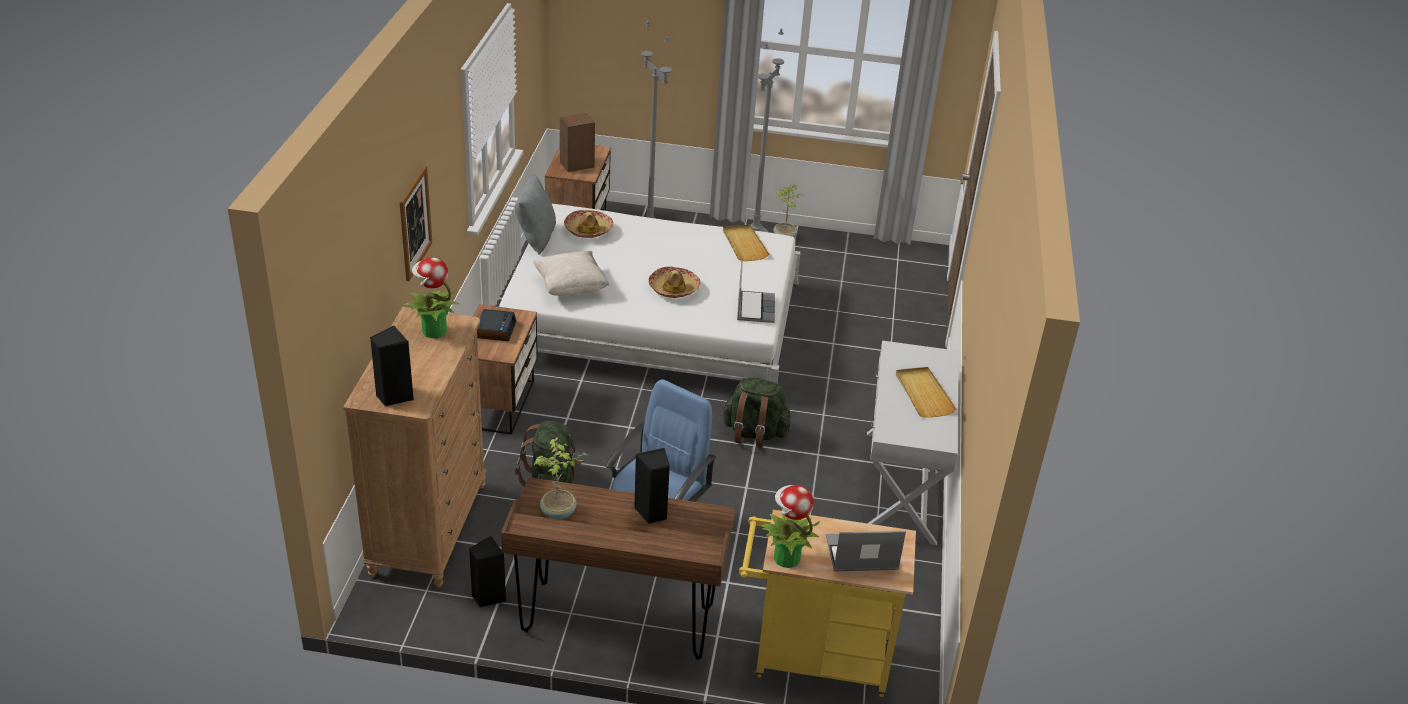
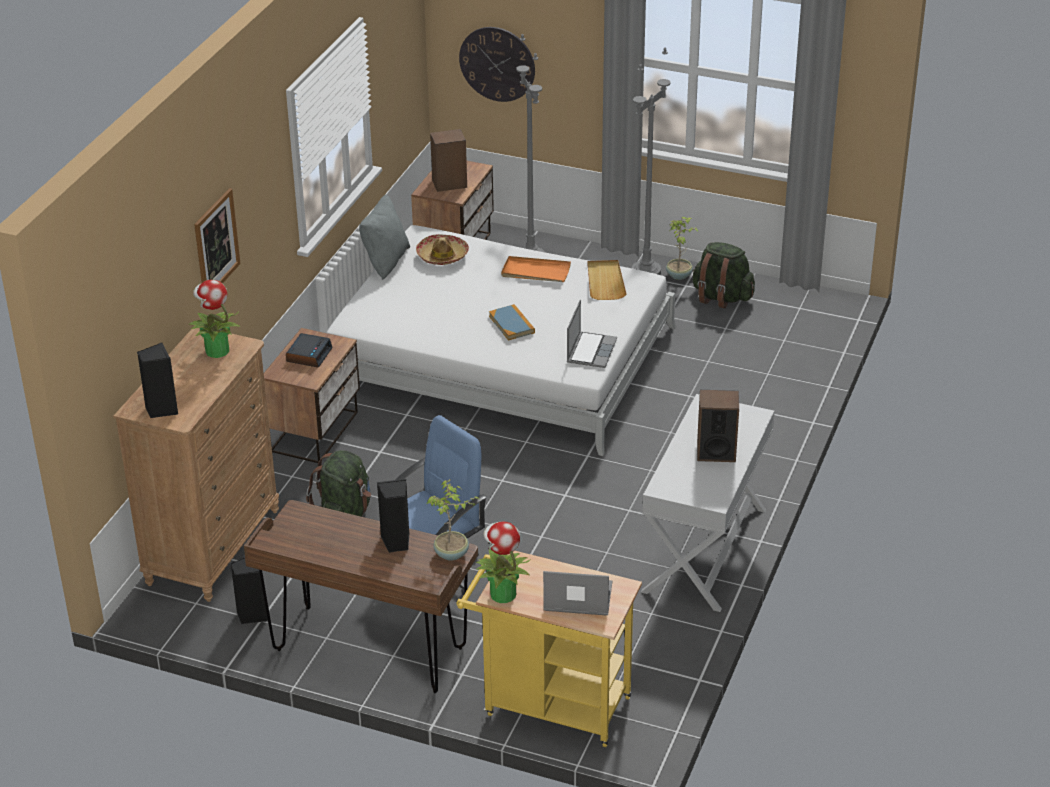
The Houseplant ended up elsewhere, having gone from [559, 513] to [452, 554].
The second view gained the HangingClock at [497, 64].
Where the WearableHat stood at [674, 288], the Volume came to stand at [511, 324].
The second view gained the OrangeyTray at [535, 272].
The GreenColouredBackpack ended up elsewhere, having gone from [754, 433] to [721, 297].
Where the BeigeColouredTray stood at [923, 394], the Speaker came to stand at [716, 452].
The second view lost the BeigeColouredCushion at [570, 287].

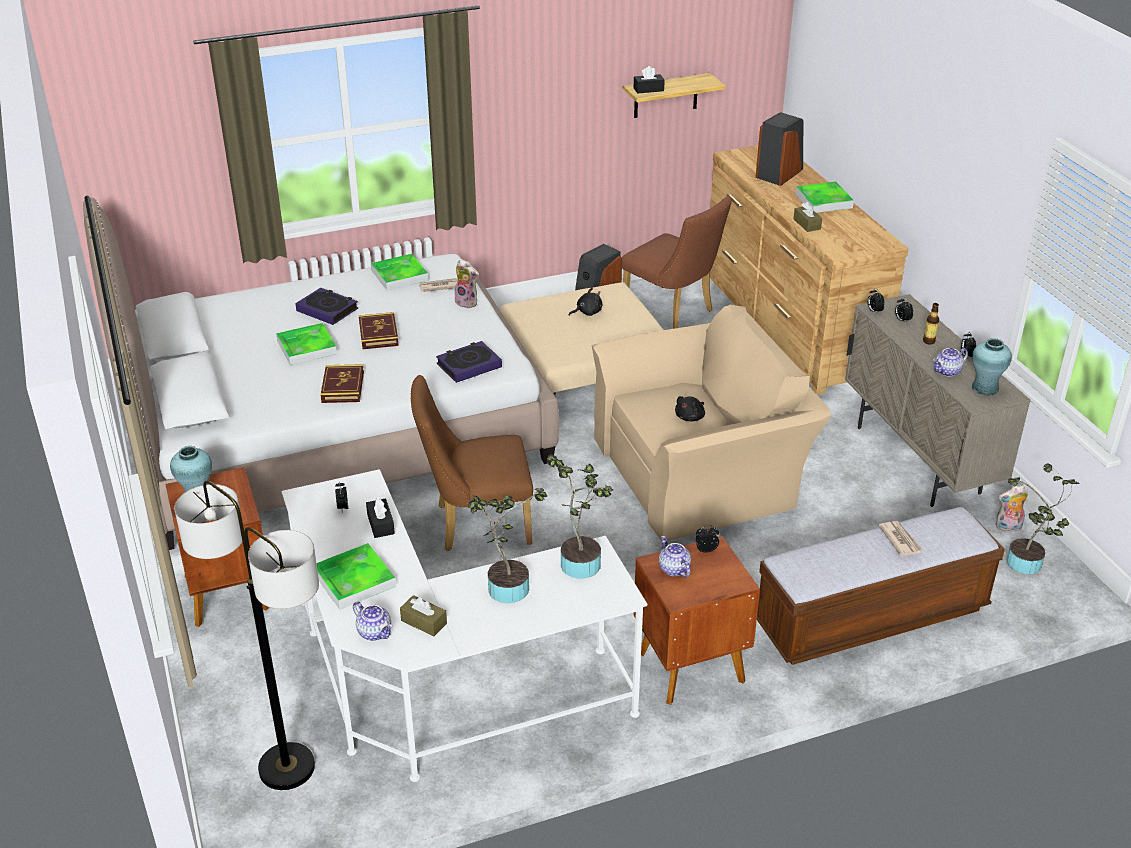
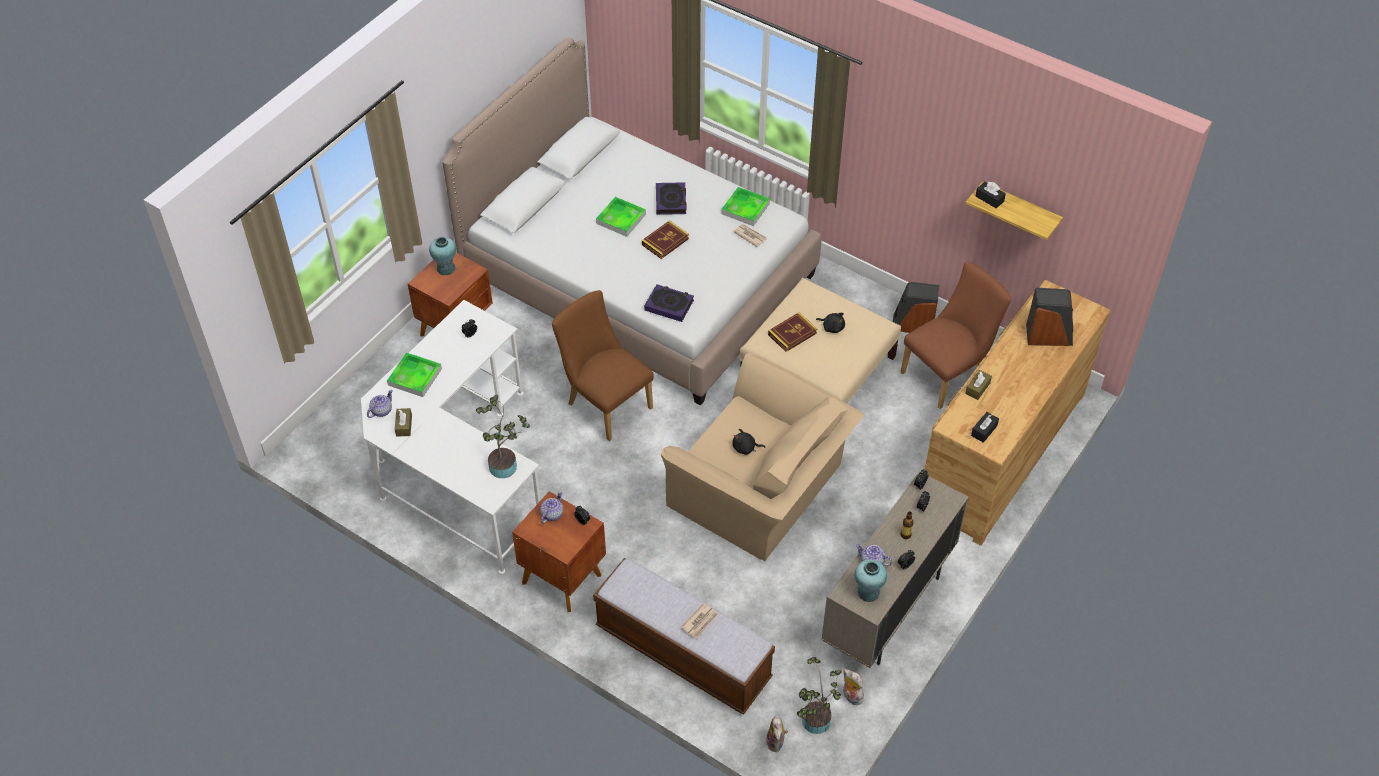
The Teapot at [375, 632] ended up facing another way, 150 degrees counterclockwise from before.
The CuddlyToy ended up elsewhere, having gone from [468, 302] to [776, 743].
The Volume ended up elsewhere, having gone from [343, 387] to [792, 334].
The BrownPlainChair at [673, 312] ended up facing another way, 135 degrees counterclockwise from before.
The BlackTissueHolder ended up elsewhere, having gone from [380, 524] to [984, 430].
The second view lost the StandingLamp at [287, 768].
The second view lost the Houseplant at [504, 586].
The second view lost the Tray at [823, 201].

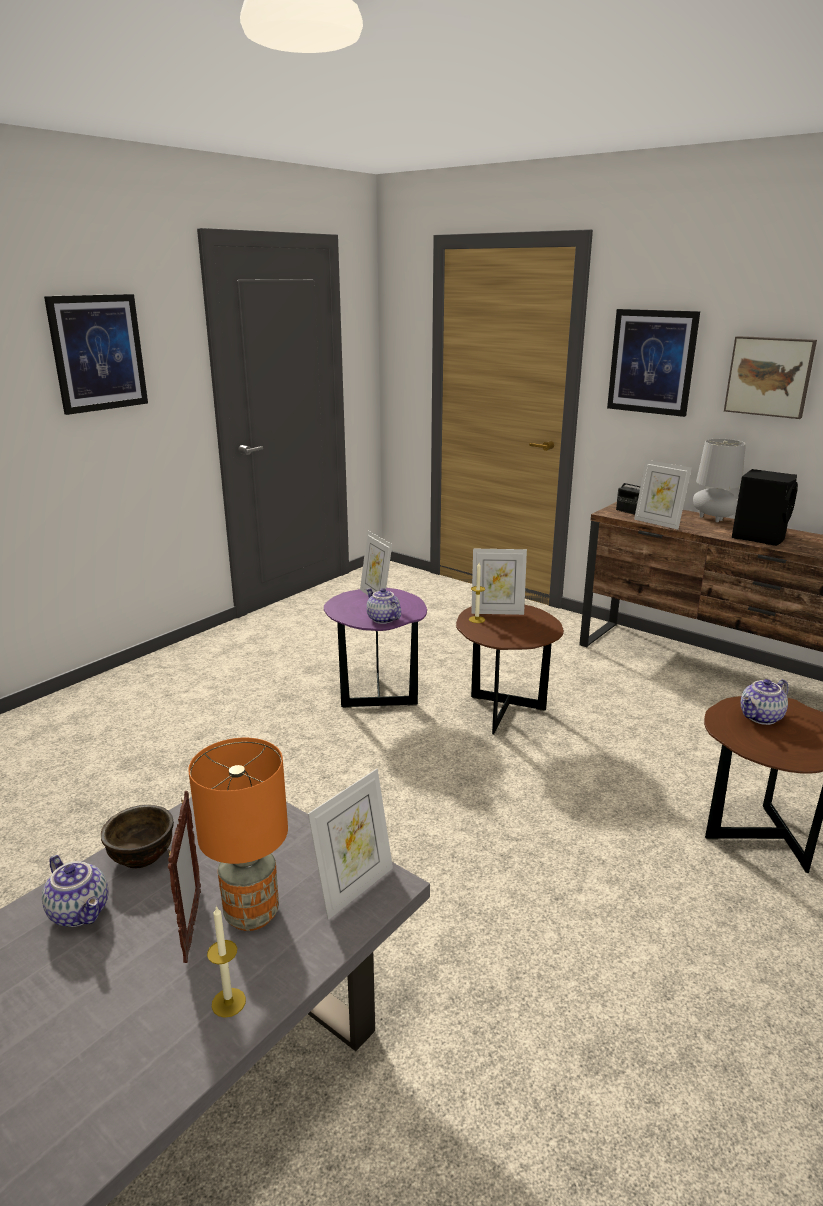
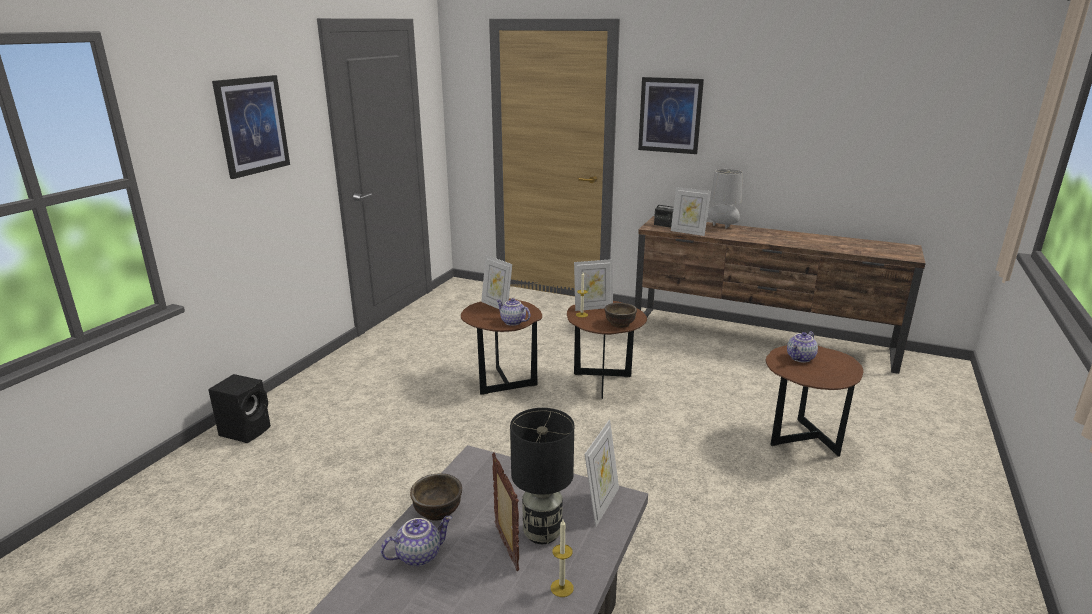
The BlackSpeaker ended up elsewhere, having gone from [759, 537] to [246, 430].
The Teapot at [81, 911] ended up facing another way, 60 degrees counterclockwise from before.
What was the PurpleEndTable at [377, 694] turned into the BrownEndTable at [503, 381].
What was the OrangeyTabletopLamp at [253, 914] turned into the BlackTabletopLamp at [543, 533].
The second view gained the BrownDeepDish at [620, 324].
The second view lost the WallArt at [769, 376].

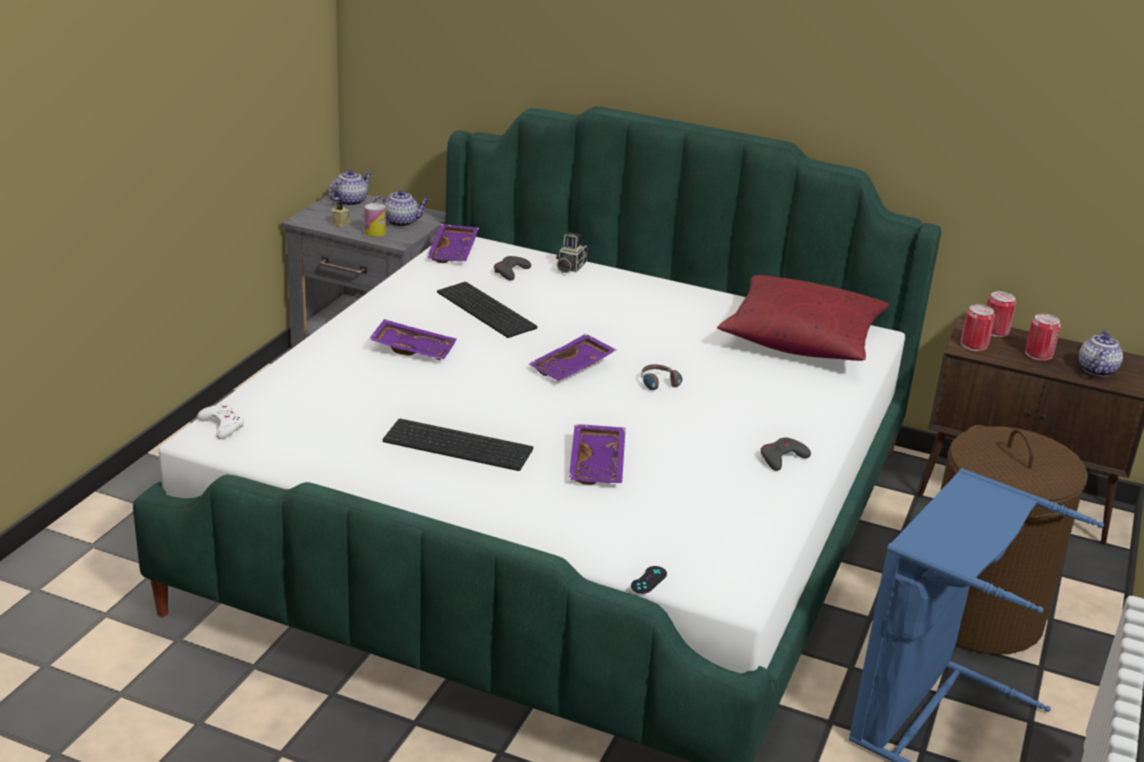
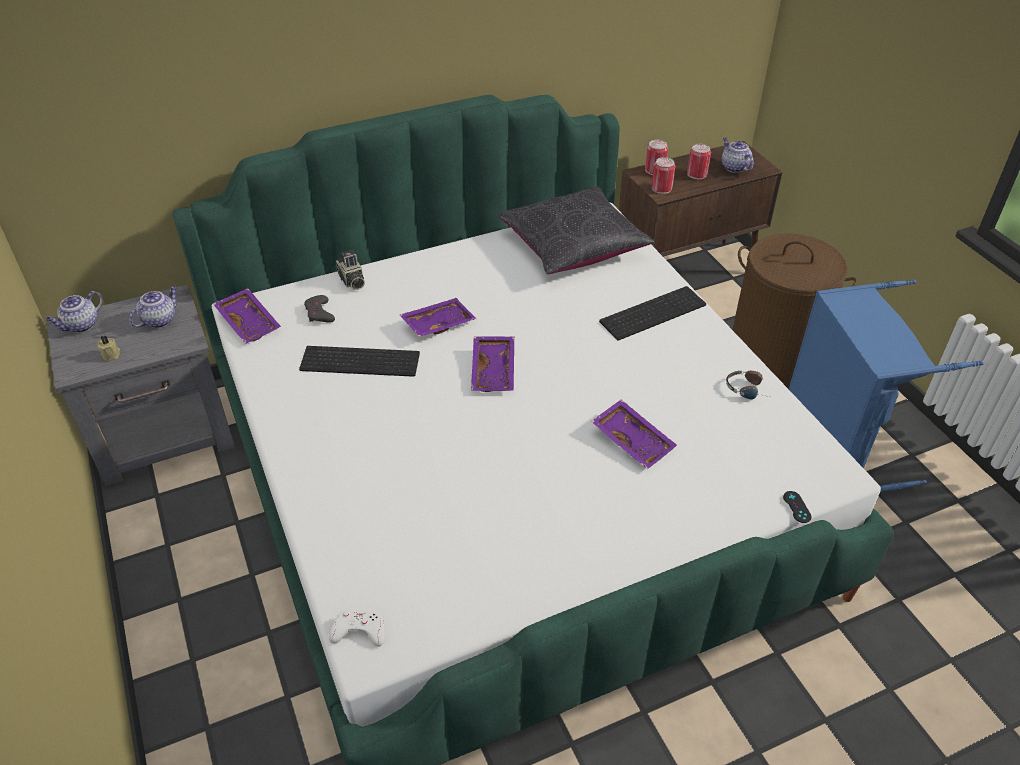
The Teapot at [350, 201] ended up facing another way, 135 degrees counterclockwise from before.
The PurpleTray ended up elsewhere, having gone from [413, 349] to [438, 323].
What was the ReddishCushion at [801, 339] turned into the BlackCushion at [573, 245].
The Keyboard ended up elsewhere, having gone from [460, 444] to [652, 311].
The Headset ended up elsewhere, having gone from [662, 386] to [750, 389].
The second view lost the SealedCan at [375, 232].
The second view lost the GreyGameController at [782, 458].

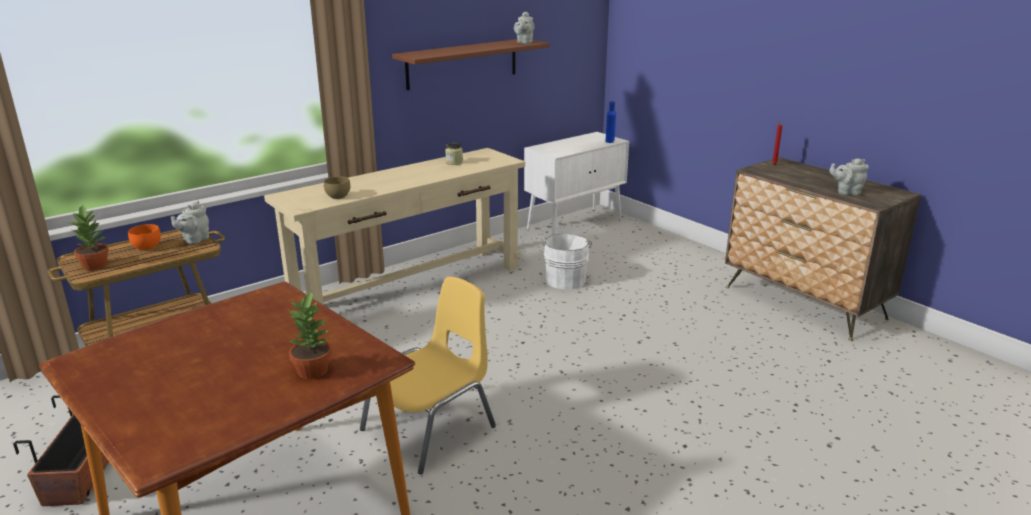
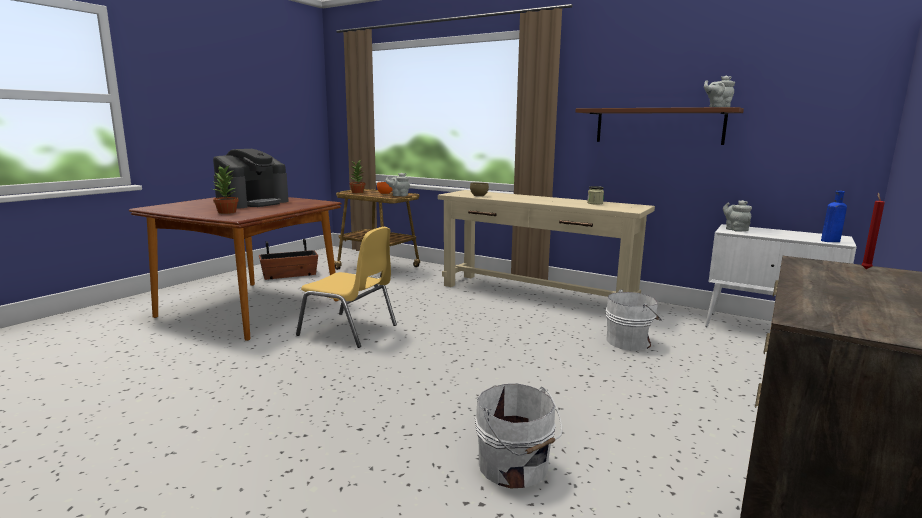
The second view gained the CoffeeMachine at [253, 203].
The second view gained the WhitishWaterBucket at [515, 468].
The GreyTeapot ended up elsewhere, having gone from [846, 192] to [735, 229].

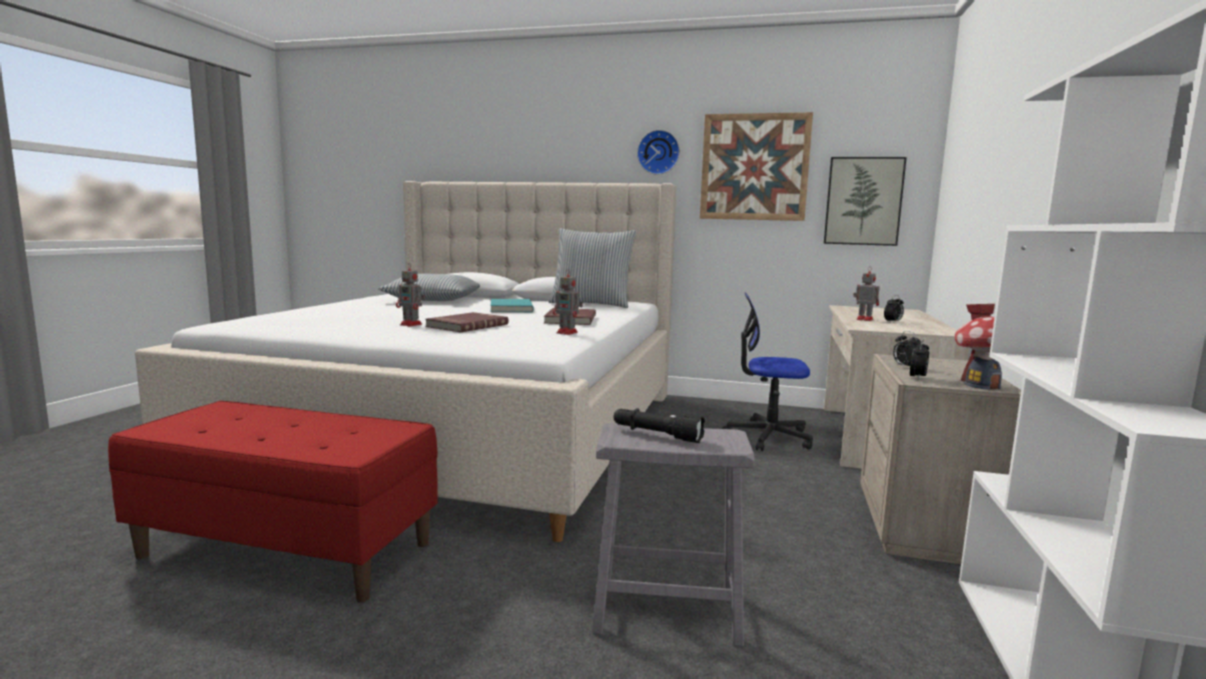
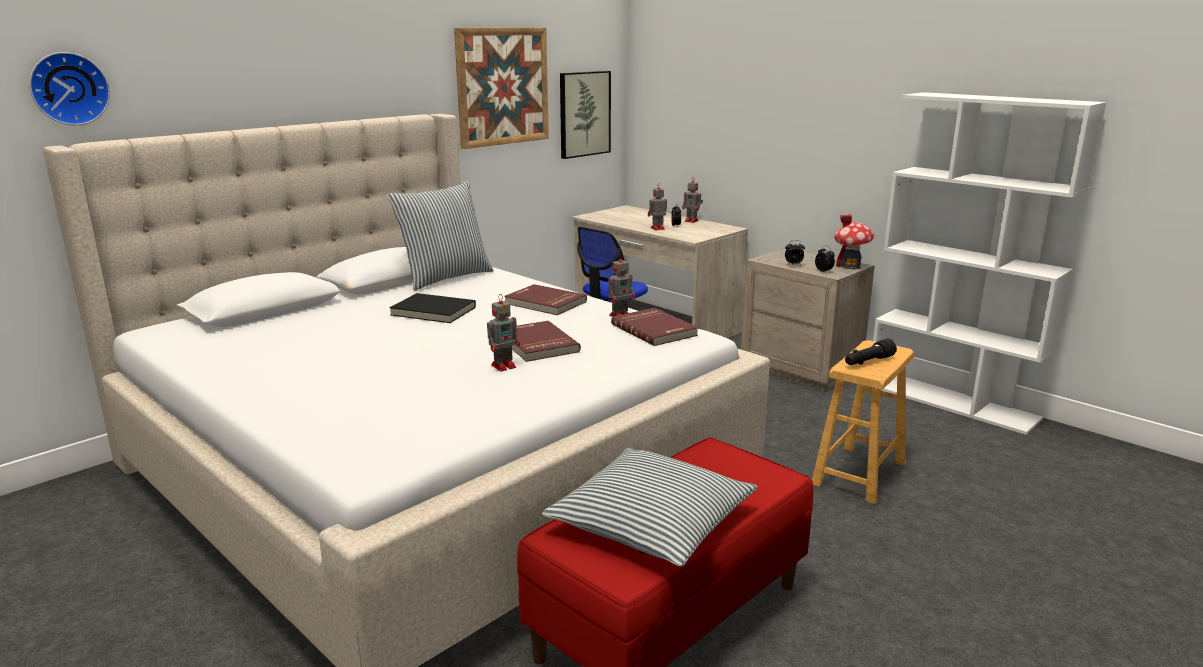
The HangingClock ended up elsewhere, having gone from [658, 152] to [68, 88].
What was the TurquoiseColouredVolume at [510, 308] turned into the BlackVolume at [432, 311].
The Cushion ended up elsewhere, having gone from [433, 299] to [651, 522].
The second view gained the ReddishVolume at [655, 329].
The second view gained the ModelRobot at [692, 221].
What was the GreyStool at [666, 610] turned into the BrownStool at [858, 473].

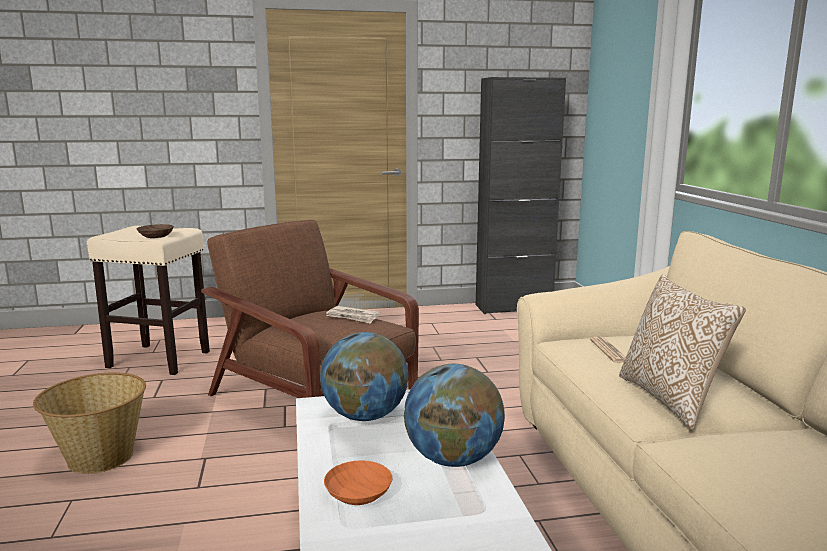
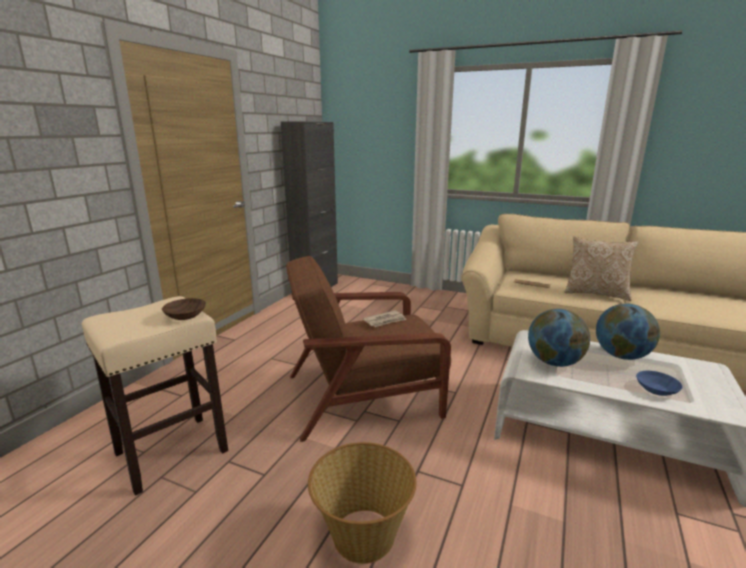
What was the OrangeyDeepDish at [357, 493] turned into the BlueDeepDish at [656, 390].

